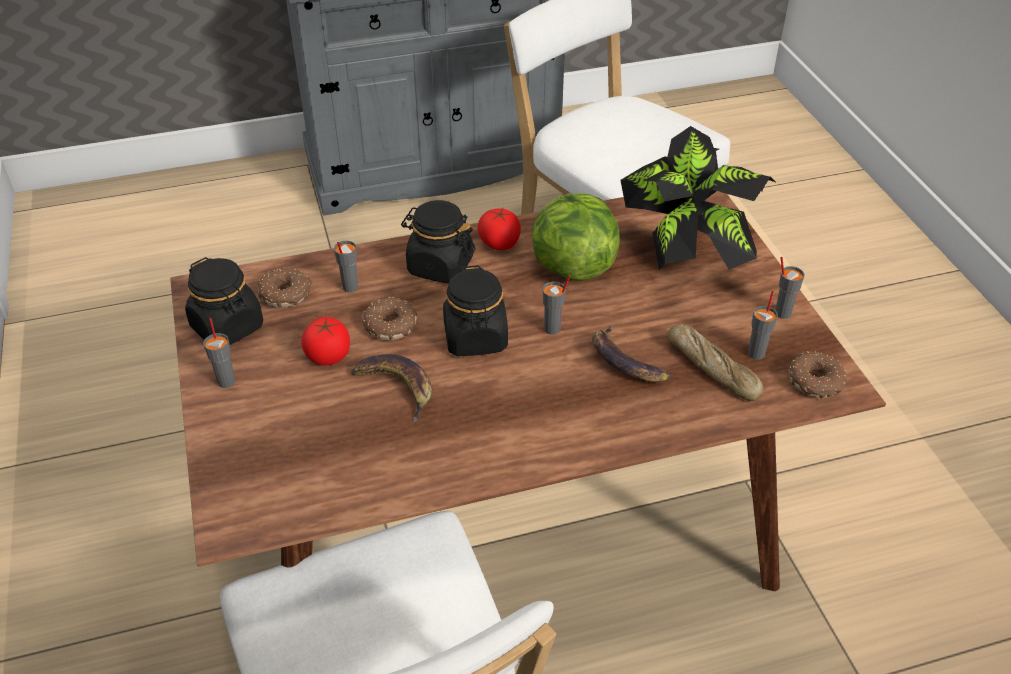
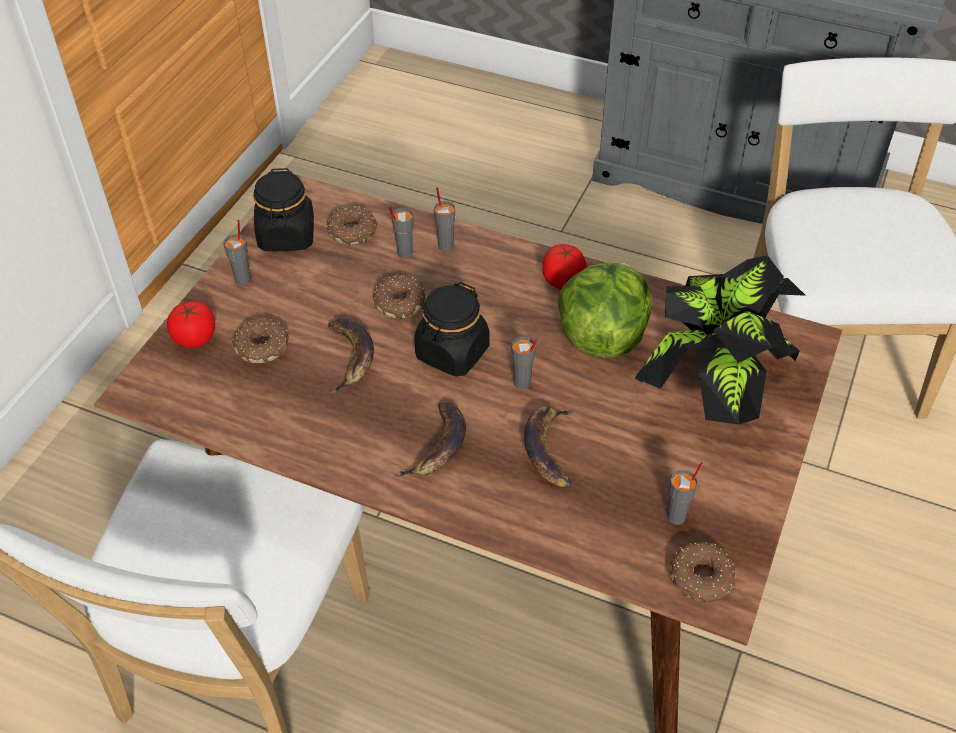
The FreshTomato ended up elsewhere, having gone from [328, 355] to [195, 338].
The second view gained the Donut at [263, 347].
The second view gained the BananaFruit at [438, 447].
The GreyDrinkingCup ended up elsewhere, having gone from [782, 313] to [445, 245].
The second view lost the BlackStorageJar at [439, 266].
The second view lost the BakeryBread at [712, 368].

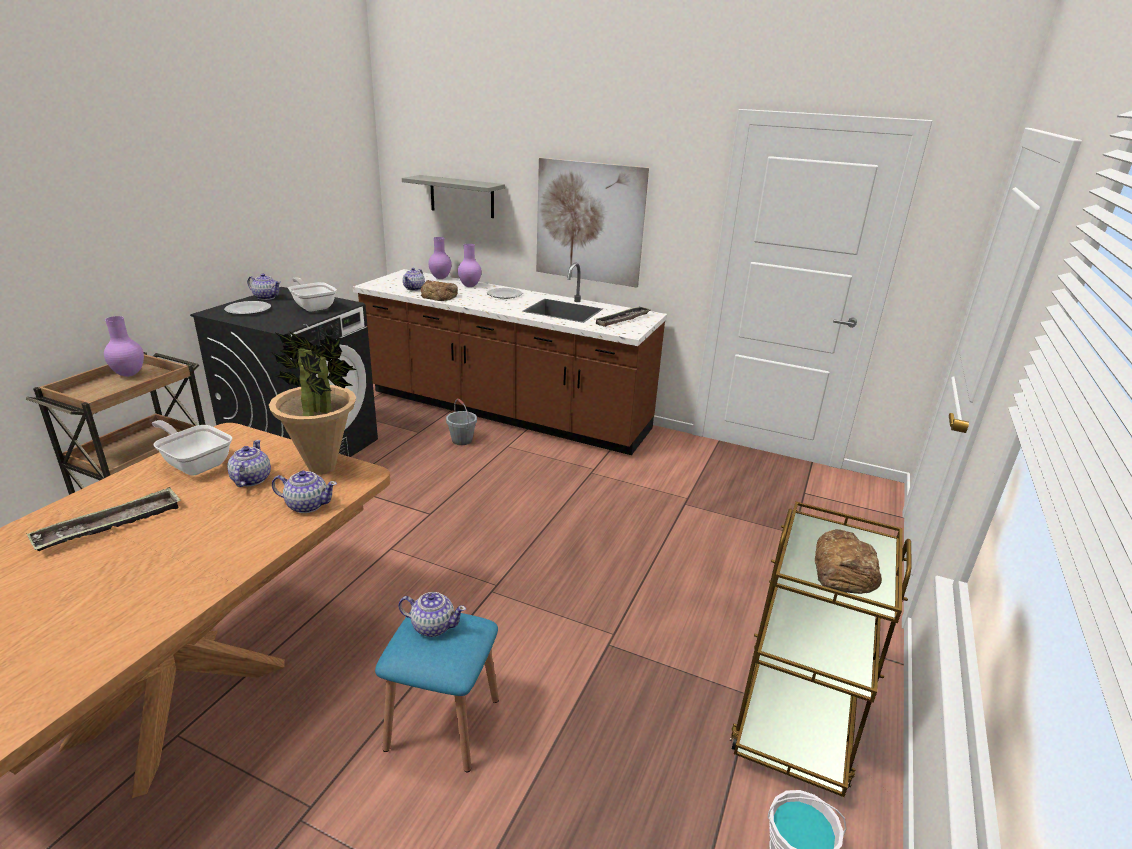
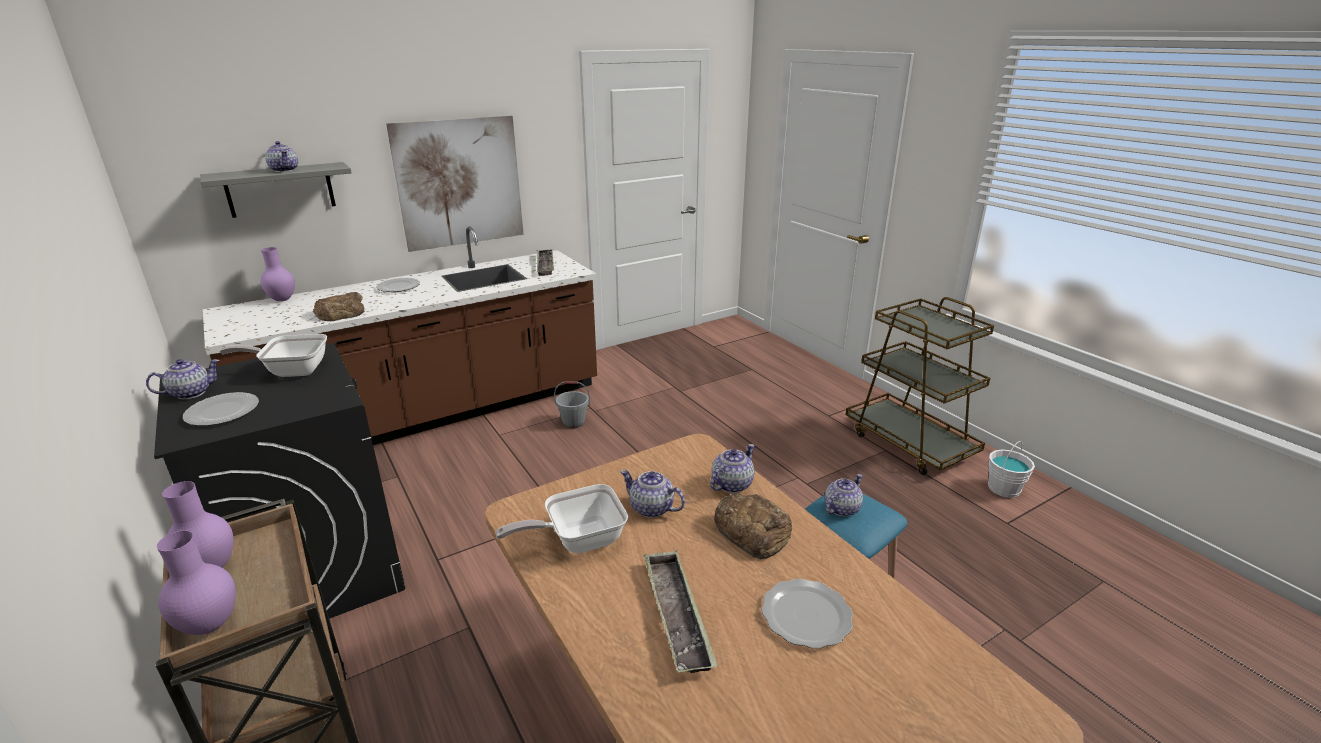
The PurpleFlowerVase ended up elsewhere, having gone from [470, 286] to [211, 625].
The Teapot ended up elsewhere, having gone from [414, 288] to [284, 170].
The GreyWaterBucket ended up elsewhere, having gone from [462, 440] to [574, 422].
The BakeryBread ended up elsewhere, having gone from [843, 570] to [752, 531].
The second view gained the DinnerPlate at [807, 615].
The second view lost the Houseplant at [323, 468].

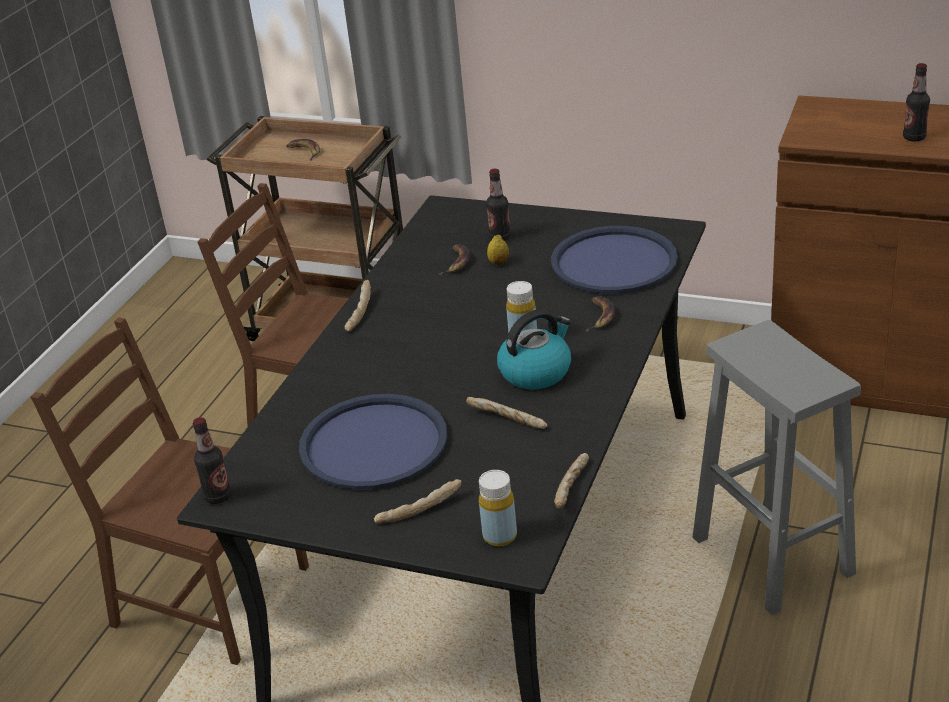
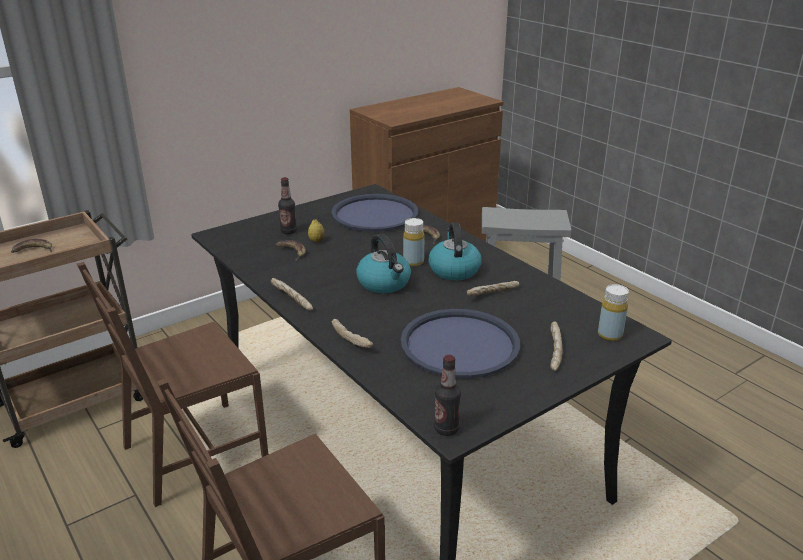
The BakeryBread ended up elsewhere, having gone from [573, 488] to [351, 339].
The second view gained the Kettle at [384, 283].
The second view lost the BeverageBottle at [914, 137].

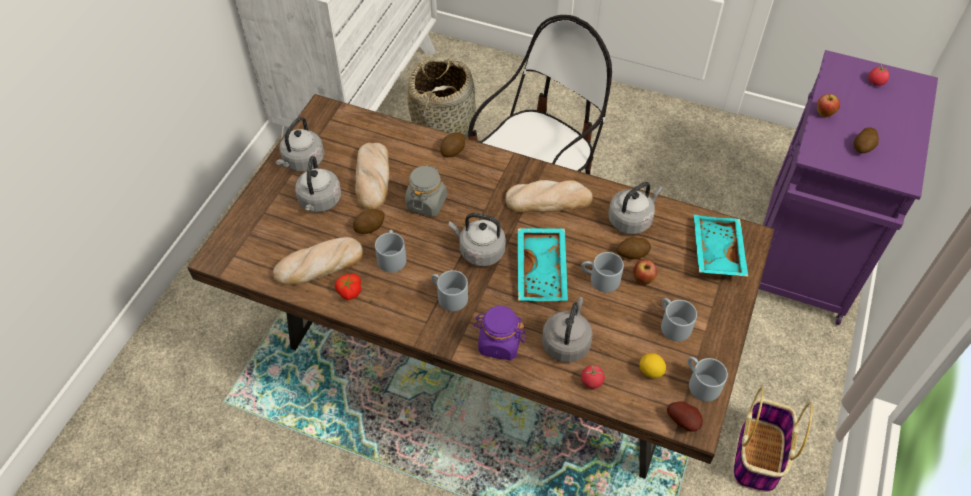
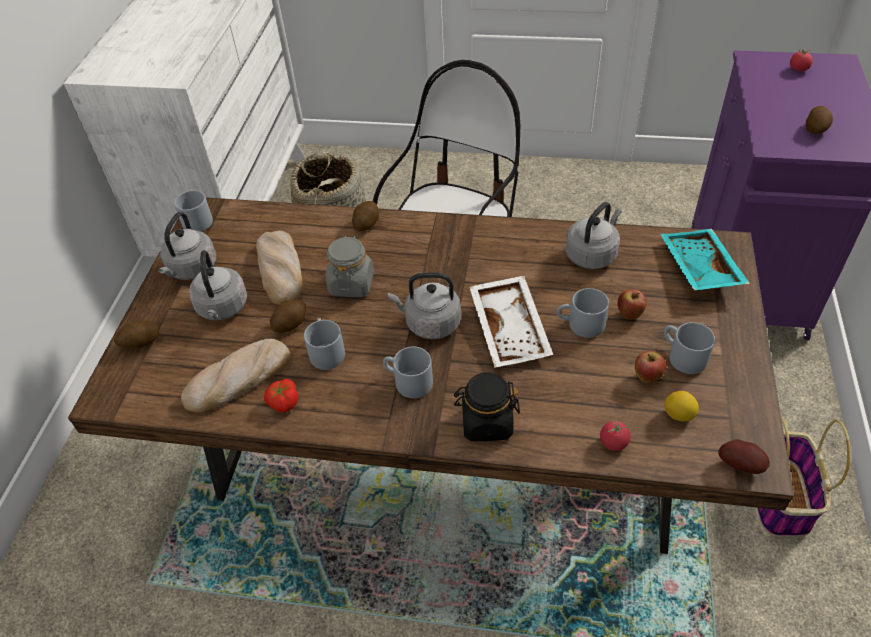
The WholePotato ended up elsewhere, having gone from [632, 254] to [140, 343].
The GreyCoffeeMug ended up elsewhere, having gone from [700, 383] to [193, 220].
What was the PurpleStorageJar at [499, 343] turned into the BlackStorageJar at [486, 423].
What was the TurquoiseColouredTray at [543, 271] turned into the WhitishTray at [511, 329].
The Apple ended up elsewhere, having gone from [824, 114] to [647, 377].
The second view lost the BakeryBread at [548, 200].
The second view lost the GreyKettle at [566, 342].

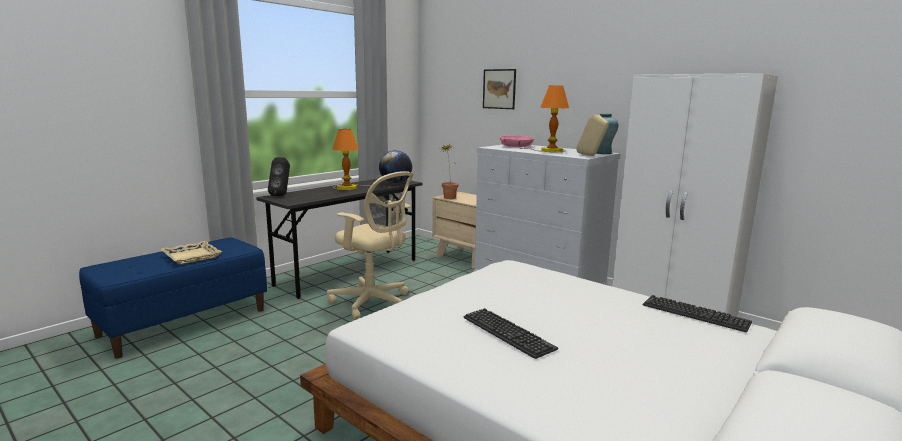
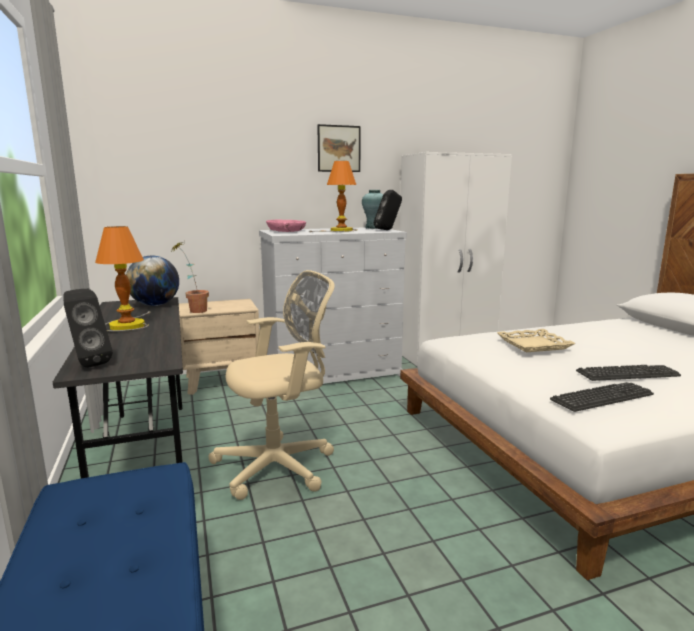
The WallArt ended up elsewhere, having gone from [499, 89] to [339, 148].
What was the BeigeColouredSpeaker at [591, 155] turned into the BlackSpeaker at [388, 230].
The BeigeColouredTray ended up elsewhere, having gone from [191, 256] to [534, 345].
The Keyboard ended up elsewhere, having gone from [695, 314] to [602, 397].

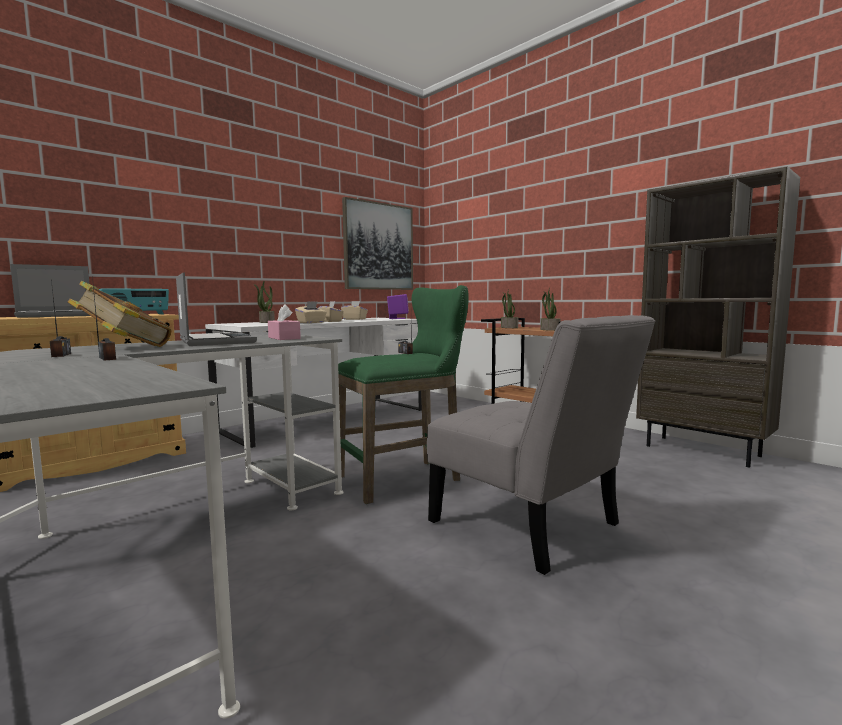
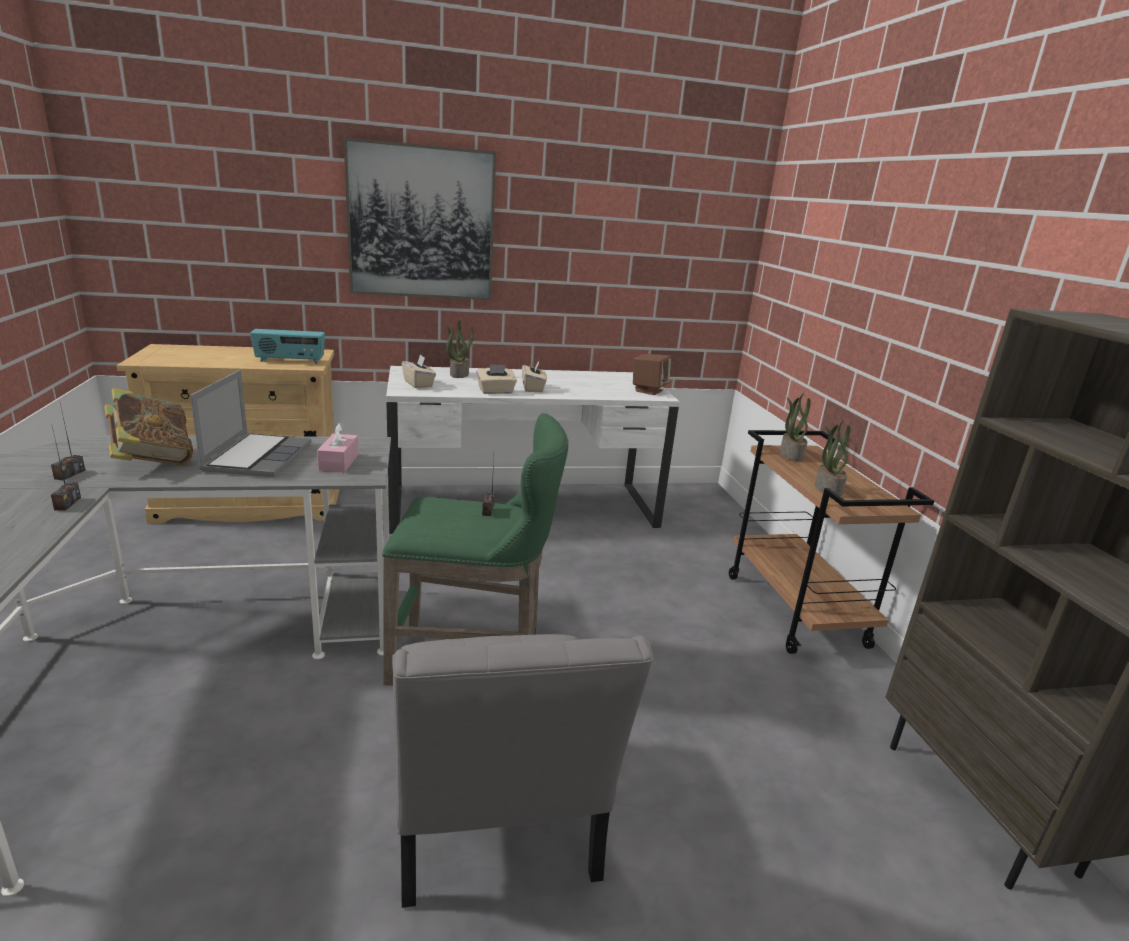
The WallArt ended up elsewhere, having gone from [378, 246] to [421, 223].
The BeigeColouredTissueHolder ended up elsewhere, having gone from [354, 319] to [419, 384].
What was the PurpleSpeaker at [397, 318] turned into the BrownSpeaker at [648, 390].
The second view lost the NotebookComputer at [57, 316].

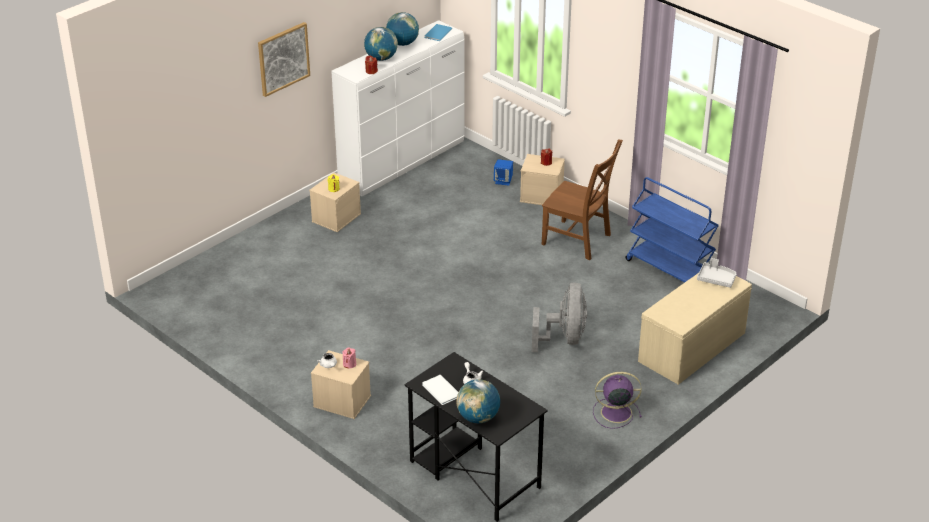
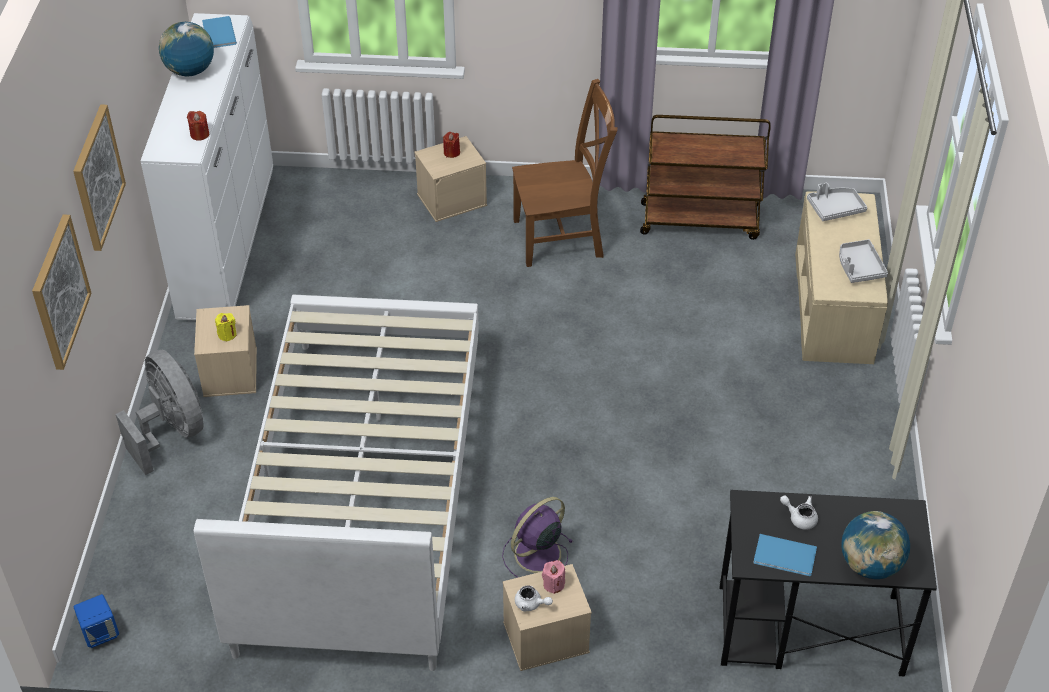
The second view gained the WallArt at [59, 292].
The BlueSpeaker ended up elsewhere, having gone from [503, 181] to [100, 633].
The GreyFan ended up elsewhere, having gone from [564, 339] to [171, 432].
The second view gained the WhitishSleepingBed at [362, 494].
The PurpleFan ended up elsewhere, having gone from [614, 412] to [536, 555].
What was the BlueTrolley at [669, 270] turned into the BrownTrolley at [700, 220].
What was the WhitishVolume at [441, 391] turned into the BlueVolume at [786, 557].
The second view gained the GreyTray at [859, 267].
The second view lost the WorldGlobe at [381, 58].

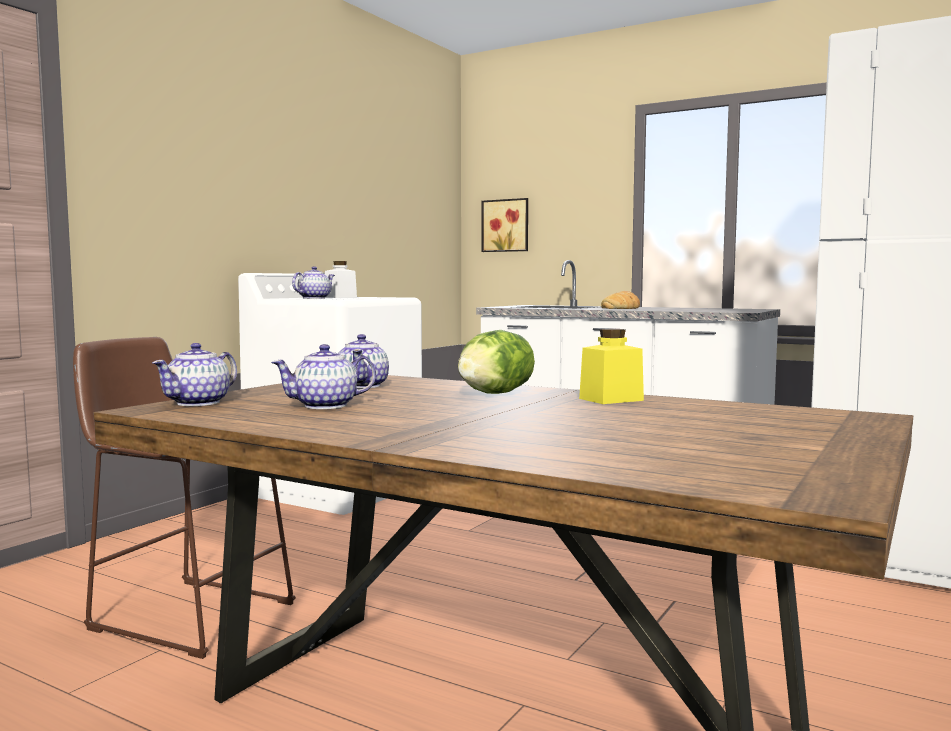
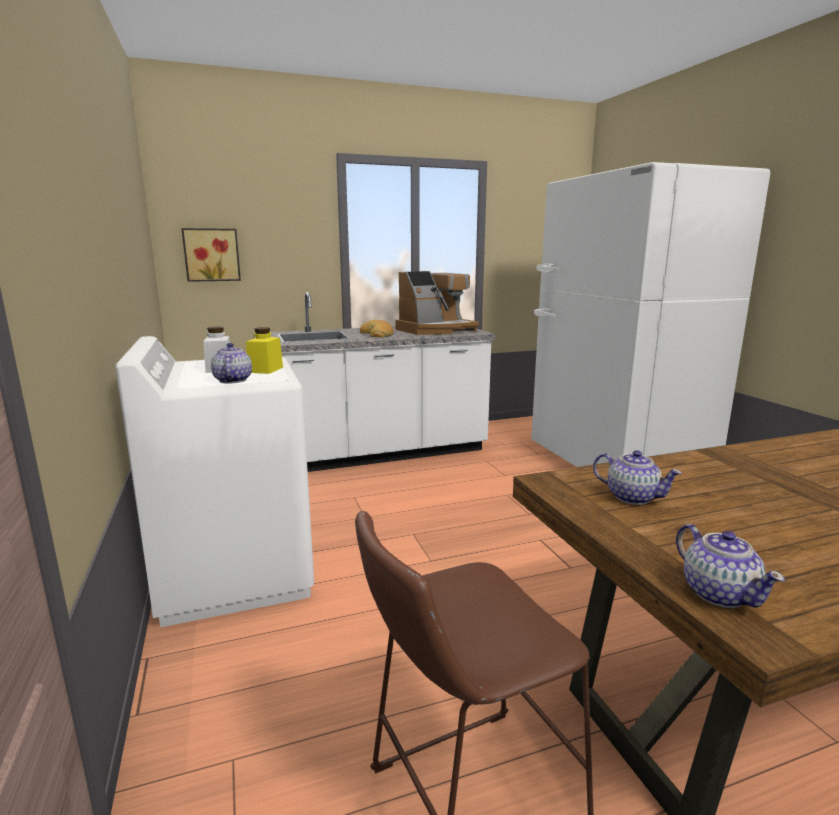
The YellowishStorageJar ended up elsewhere, having gone from [611, 399] to [265, 370].
The second view gained the CoffeeMachine at [436, 330].
The second view lost the Teapot at [326, 406].
The second view lost the HeadOfLettuce at [494, 394].

